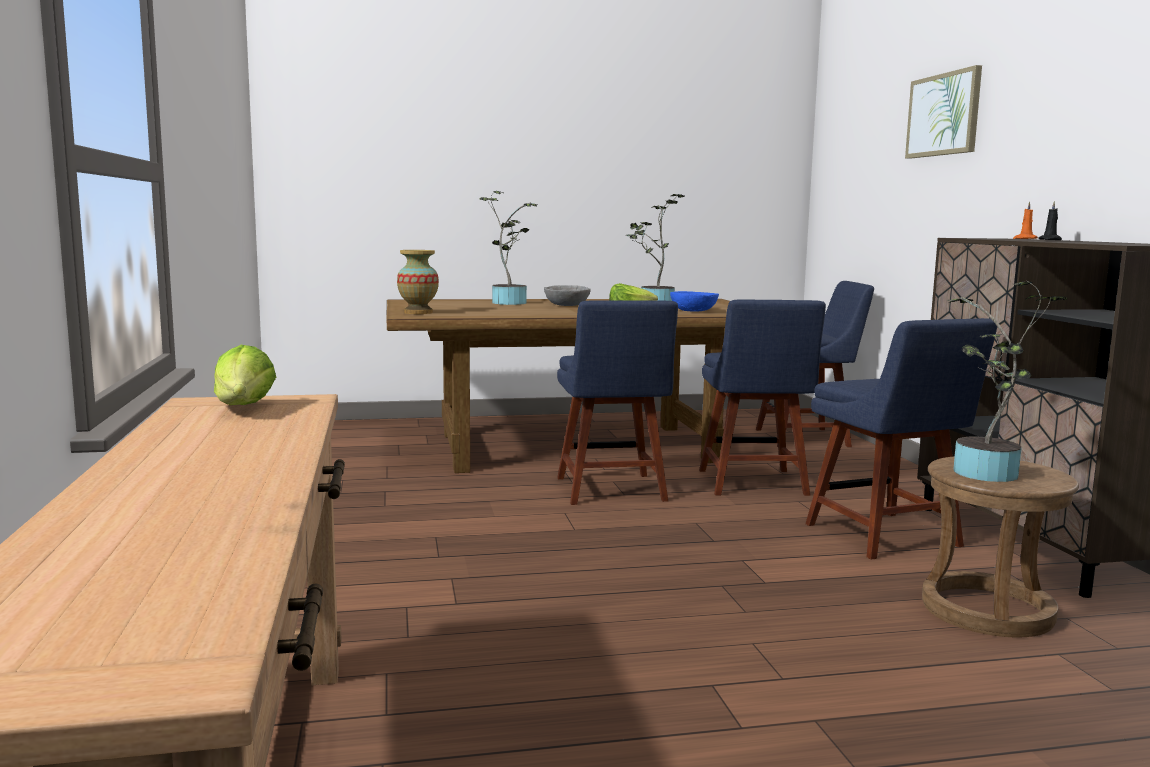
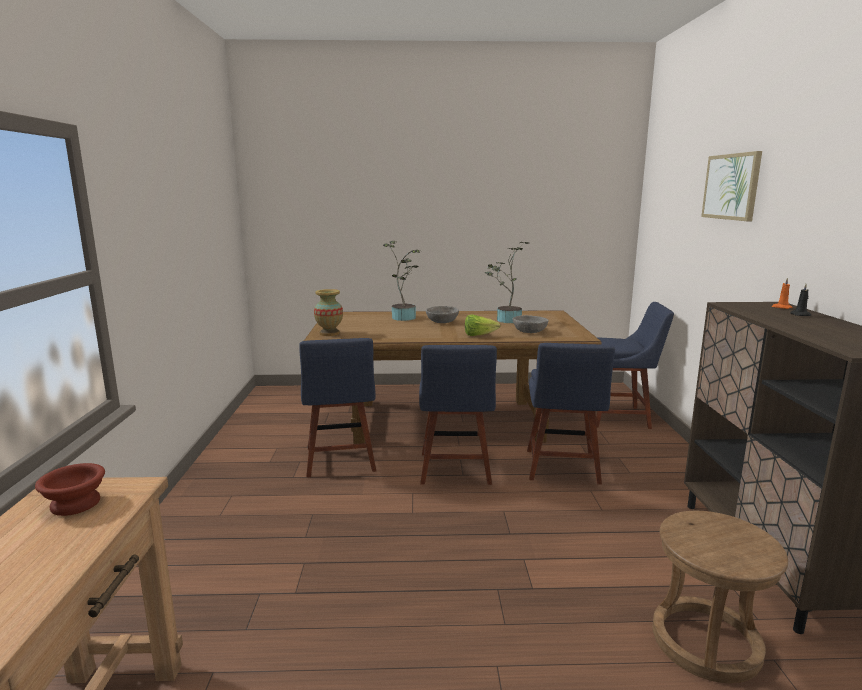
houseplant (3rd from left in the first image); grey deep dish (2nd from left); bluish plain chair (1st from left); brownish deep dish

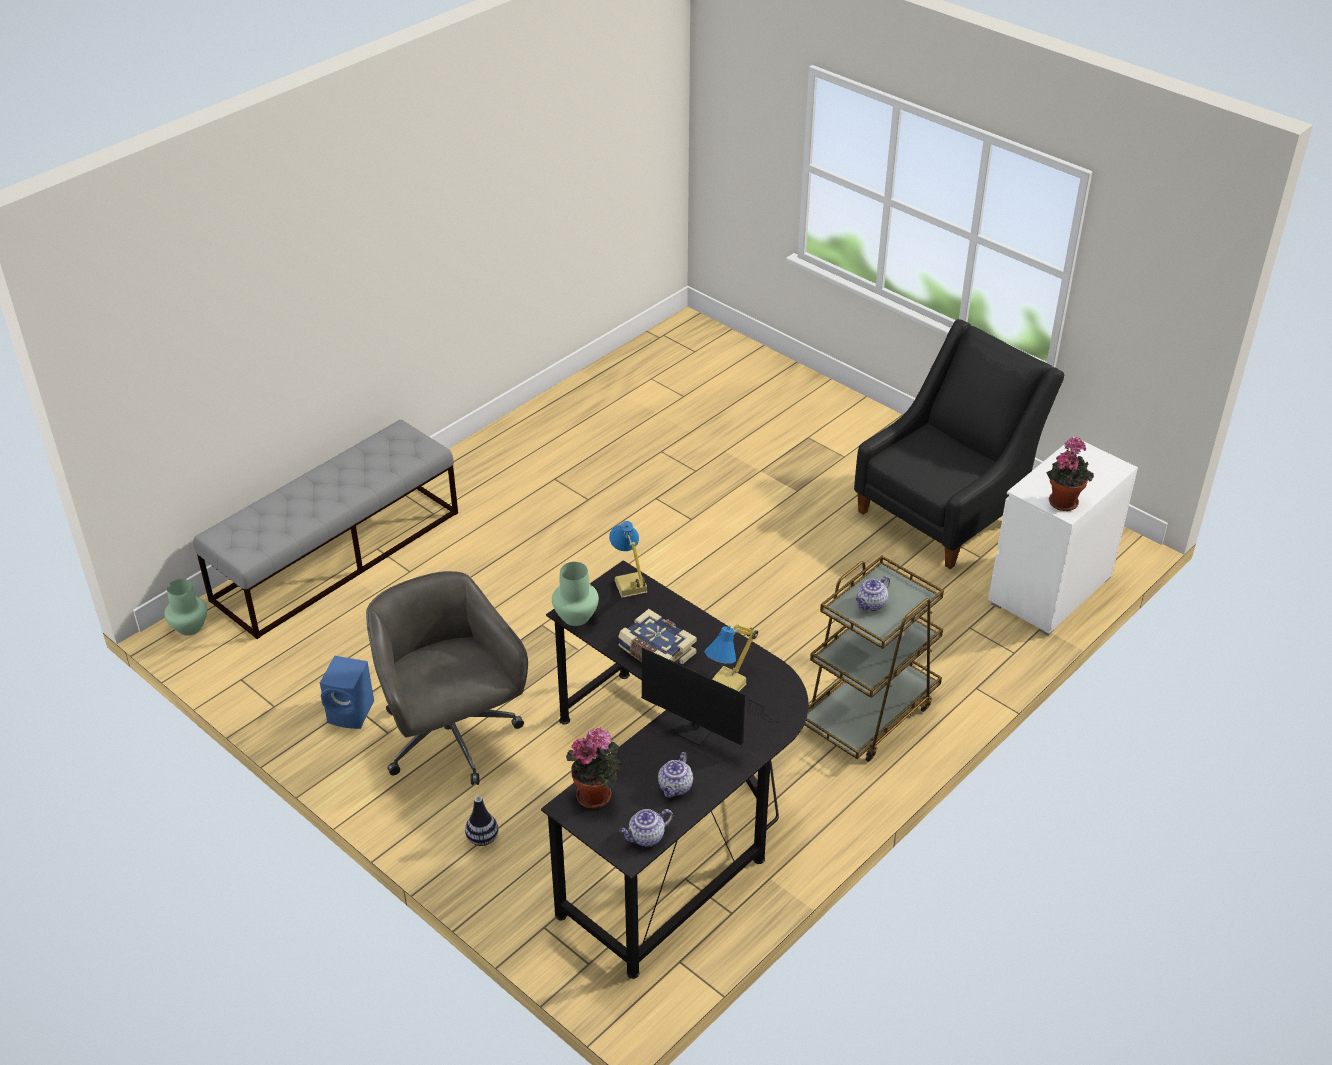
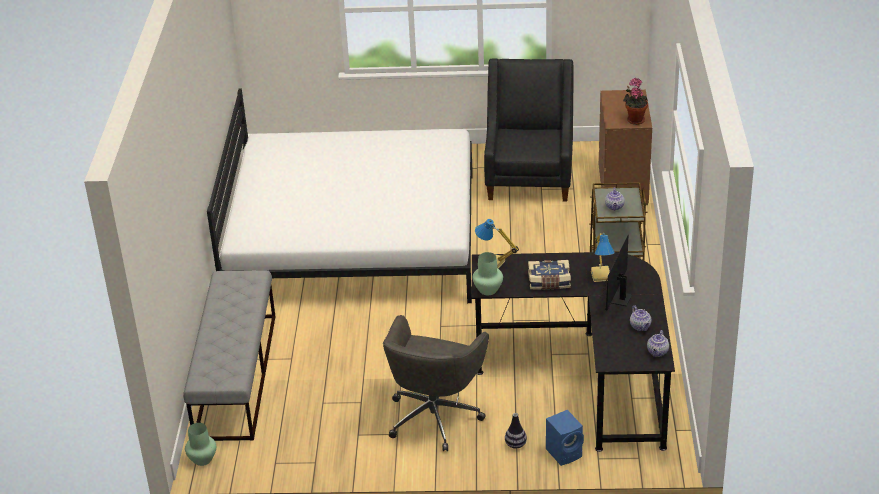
brownish chest of drawers; grey office chair; computer screen; bluish loudspeaker; houseplant (1st from left in the first image); whitish bedroom bed

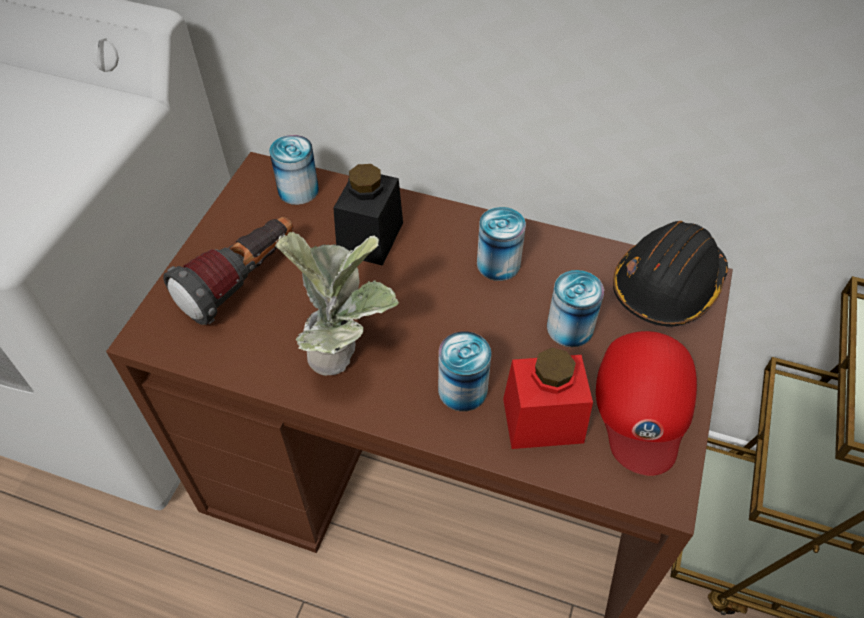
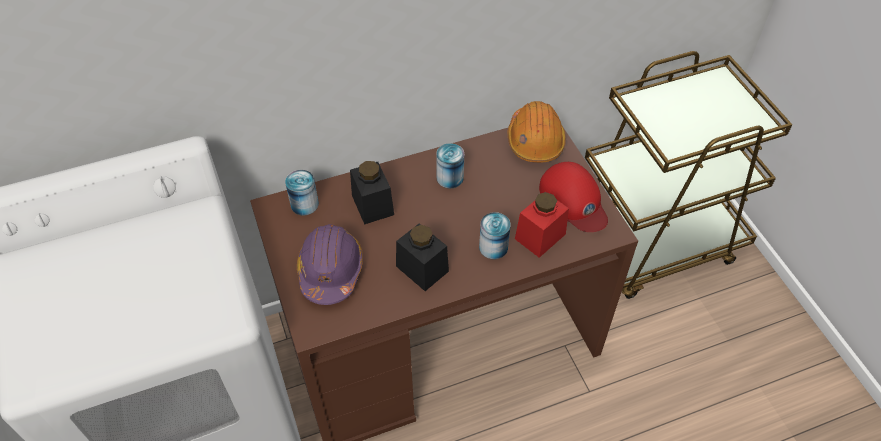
purple safety helmet; orange safety helmet; black-coloured preserve jar (2nd from left); sealed can (4th from left in the first image)

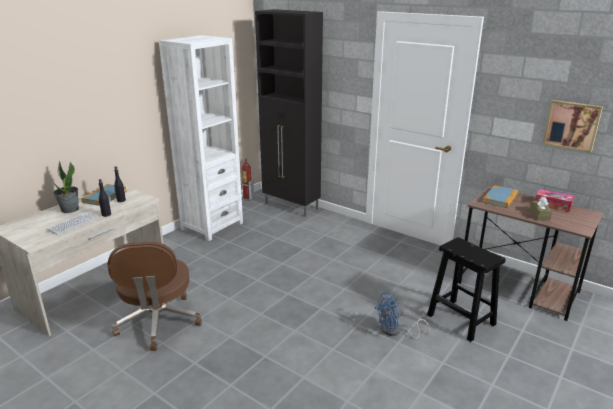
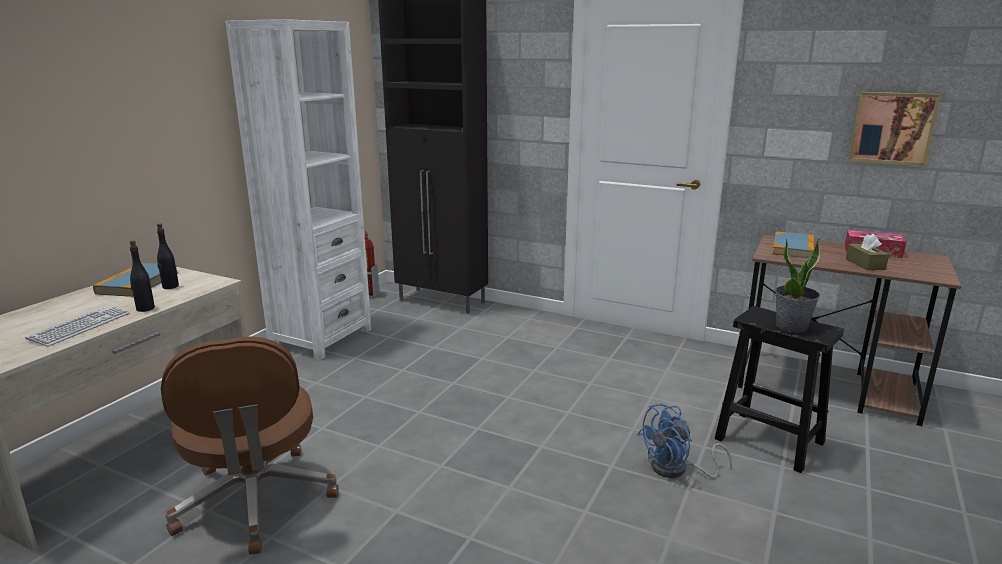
houseplant

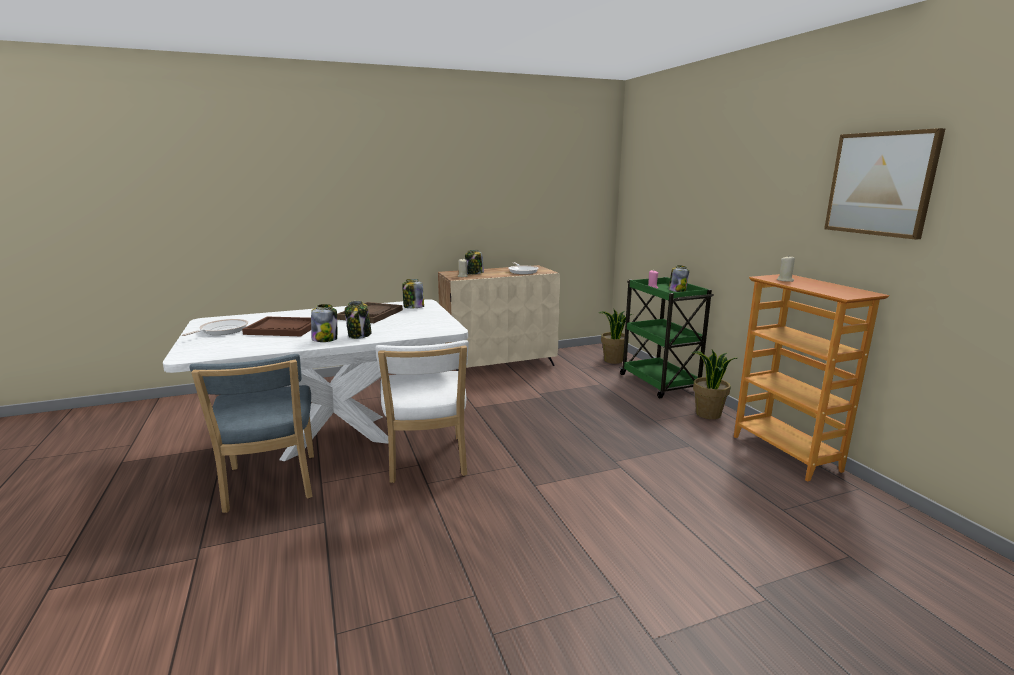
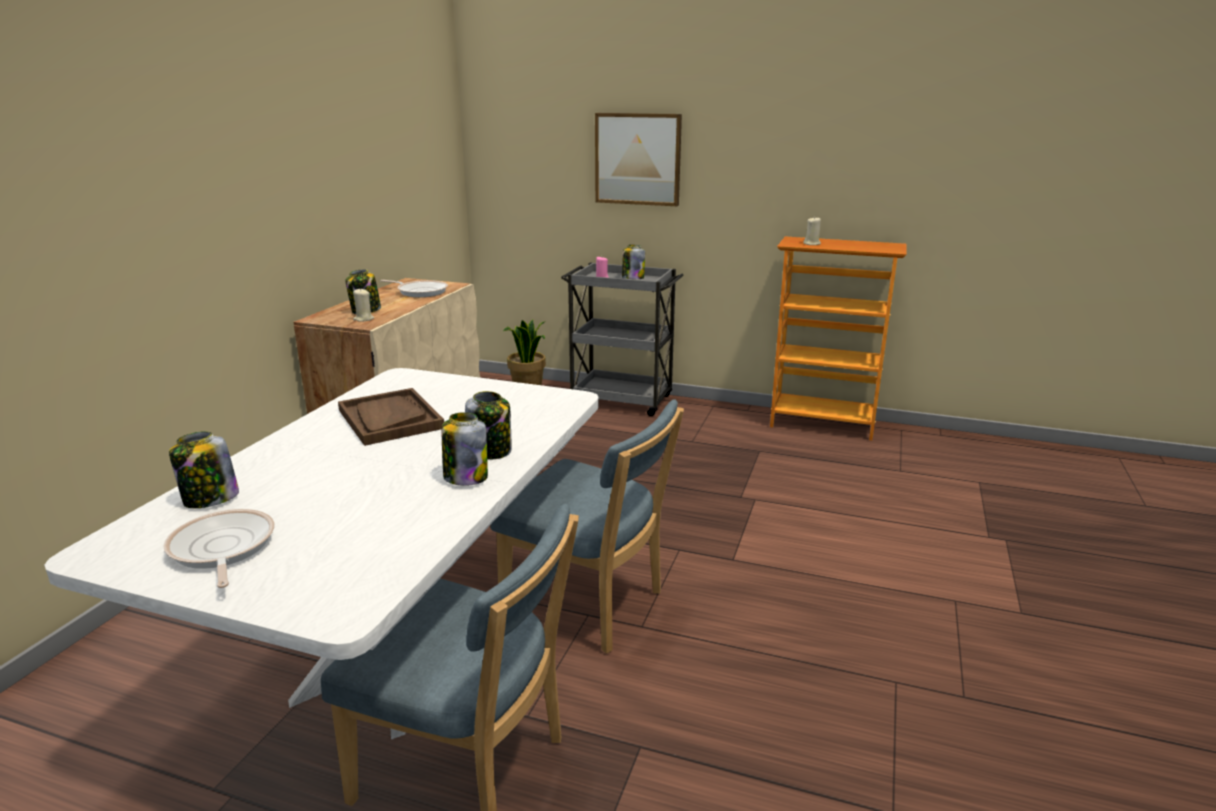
wall picture; grey cart; preserve jar (1st from left); brownish tray (1st from left in the first image); bluish plain chair (2nd from left); houseplant (2nd from left in the first image)

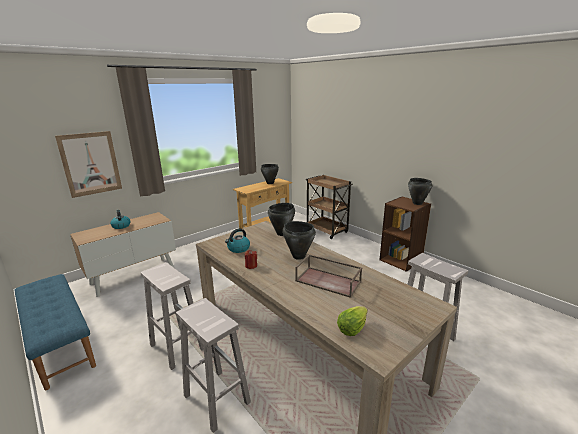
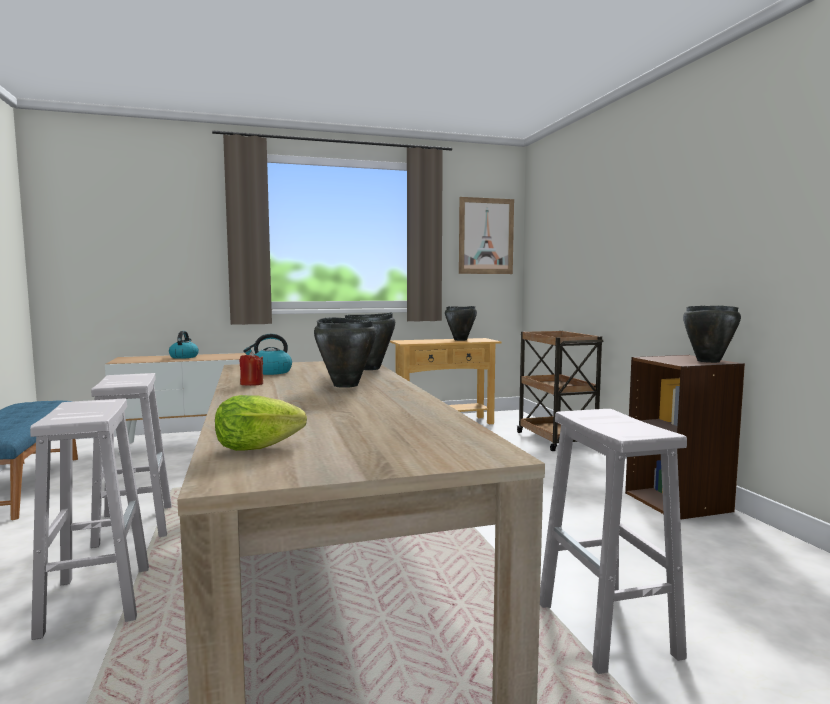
wall picture; brownish tray

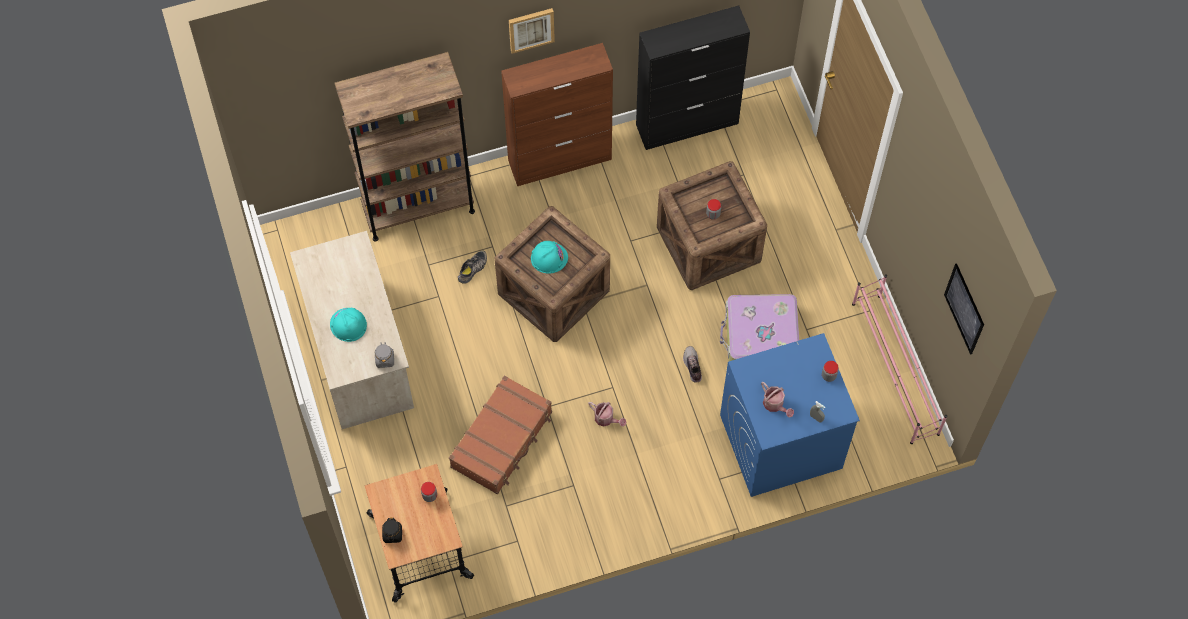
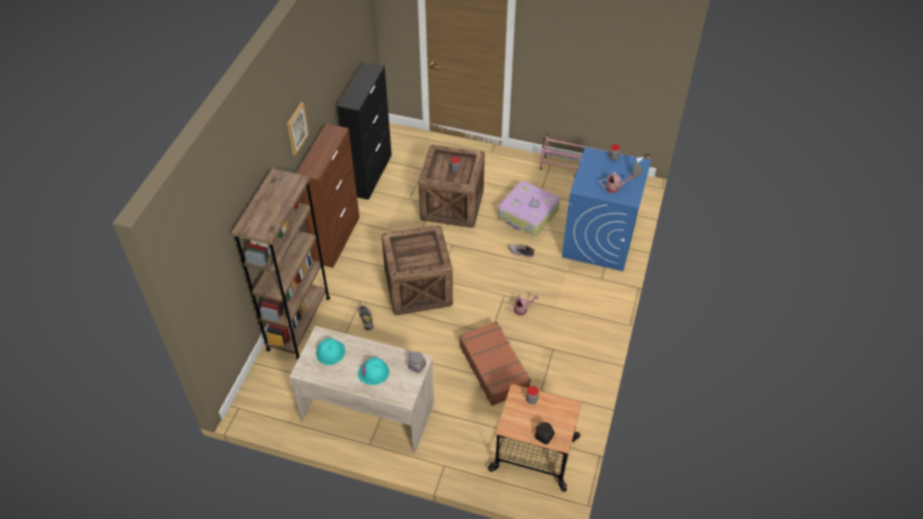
blue-green safety helmet (1st from left); wall picture (2nd from left in the first image)

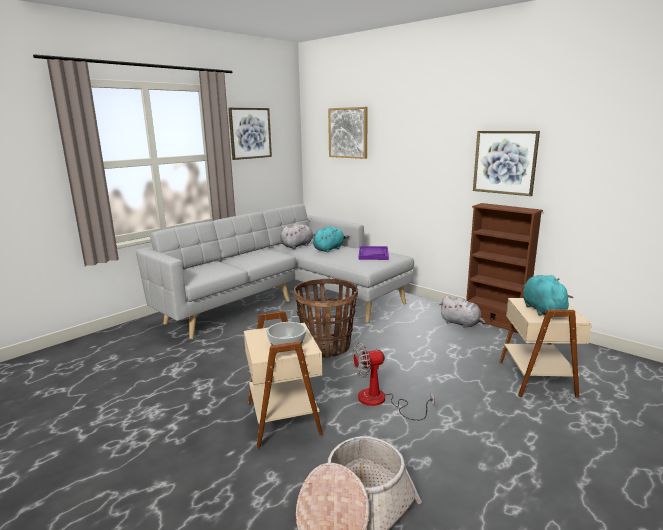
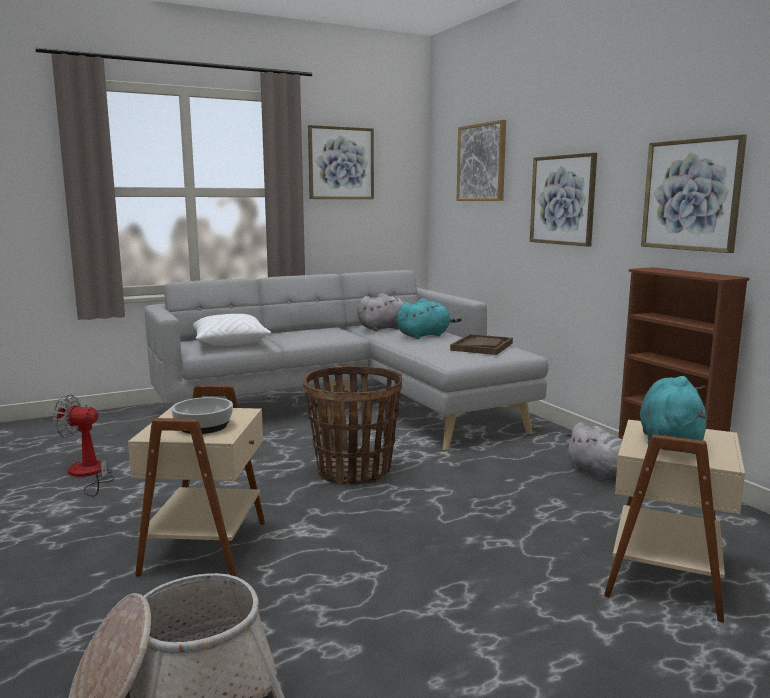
brownish tray; fan; wall picture (3rd from left); whitish throw pillow

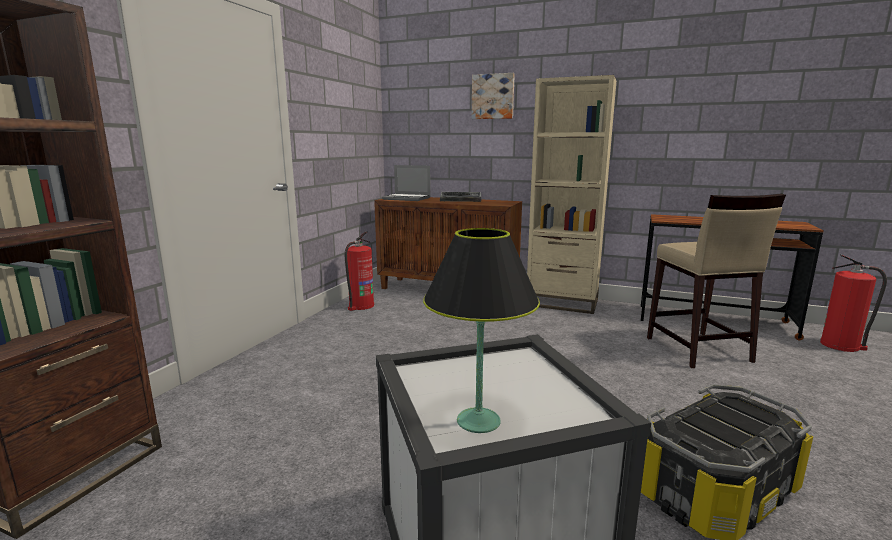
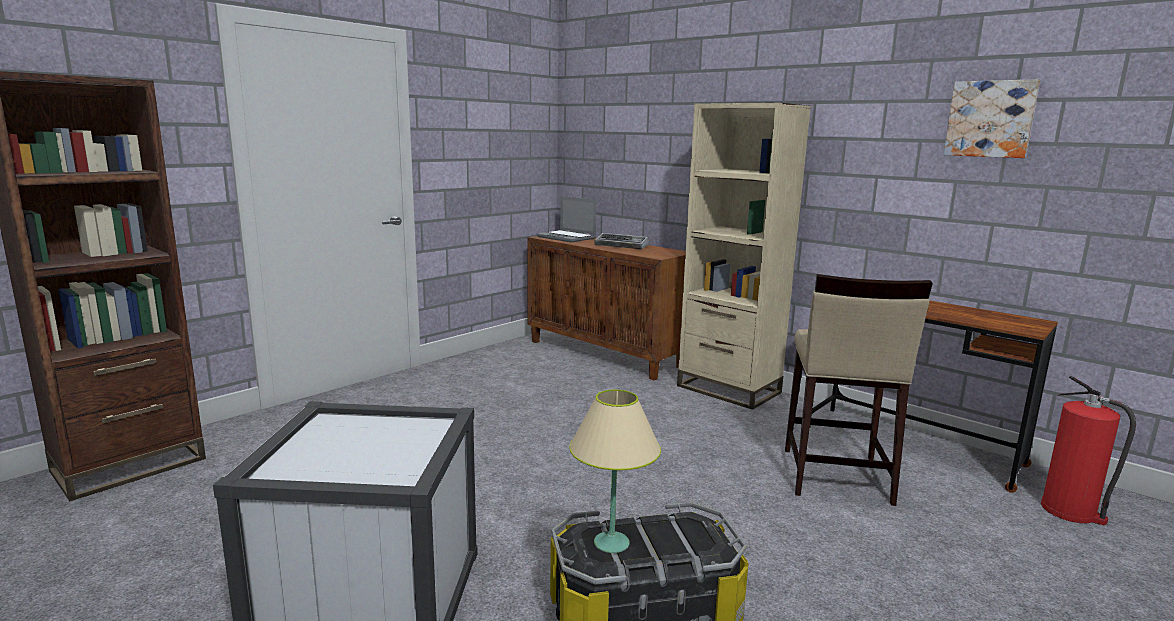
wall picture; black-coloured tabletop lamp; fire-fighting cylinder (1st from left in the first image); beige-coloured tabletop lamp

